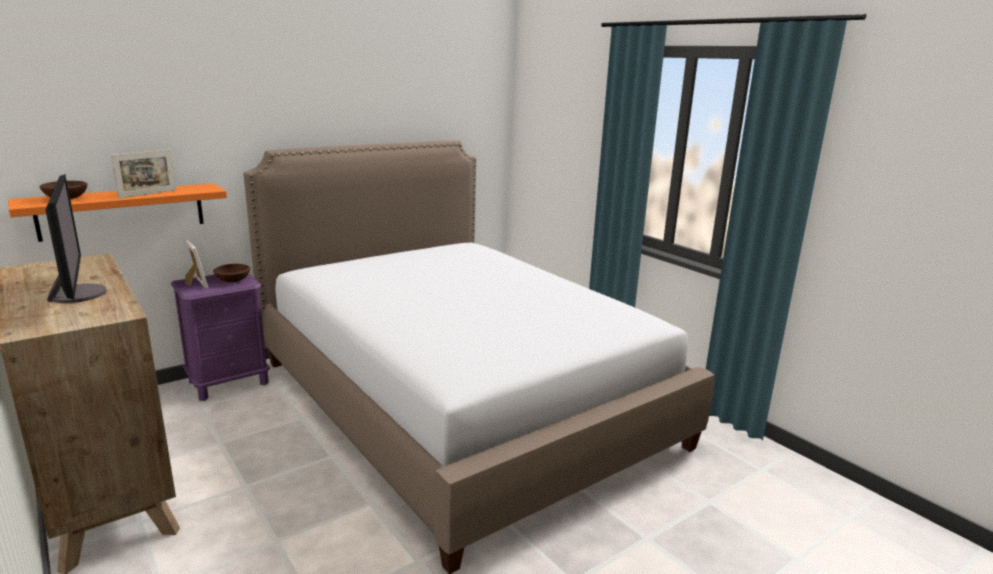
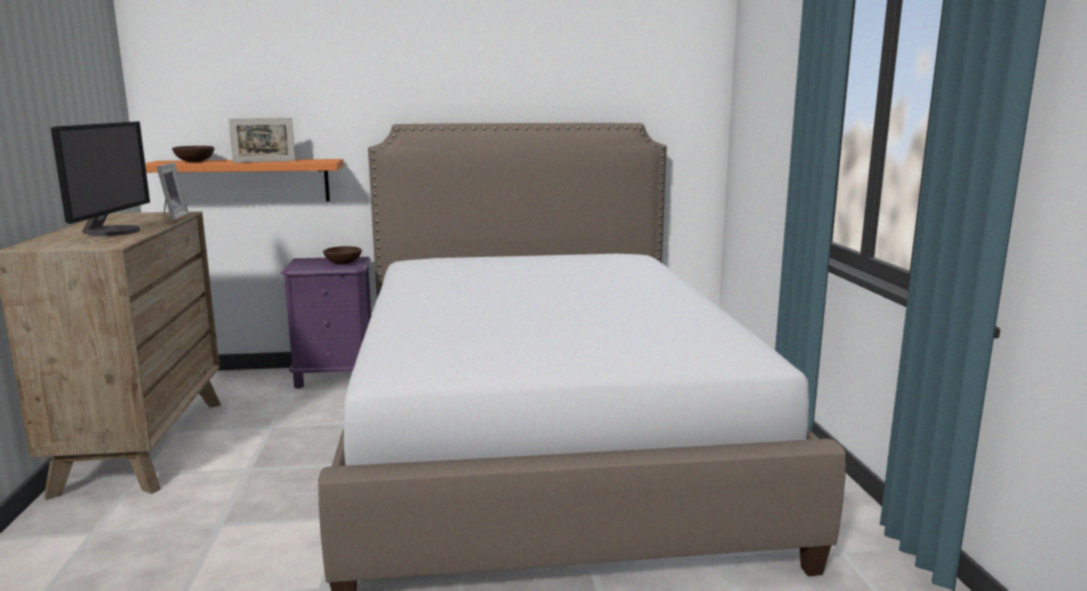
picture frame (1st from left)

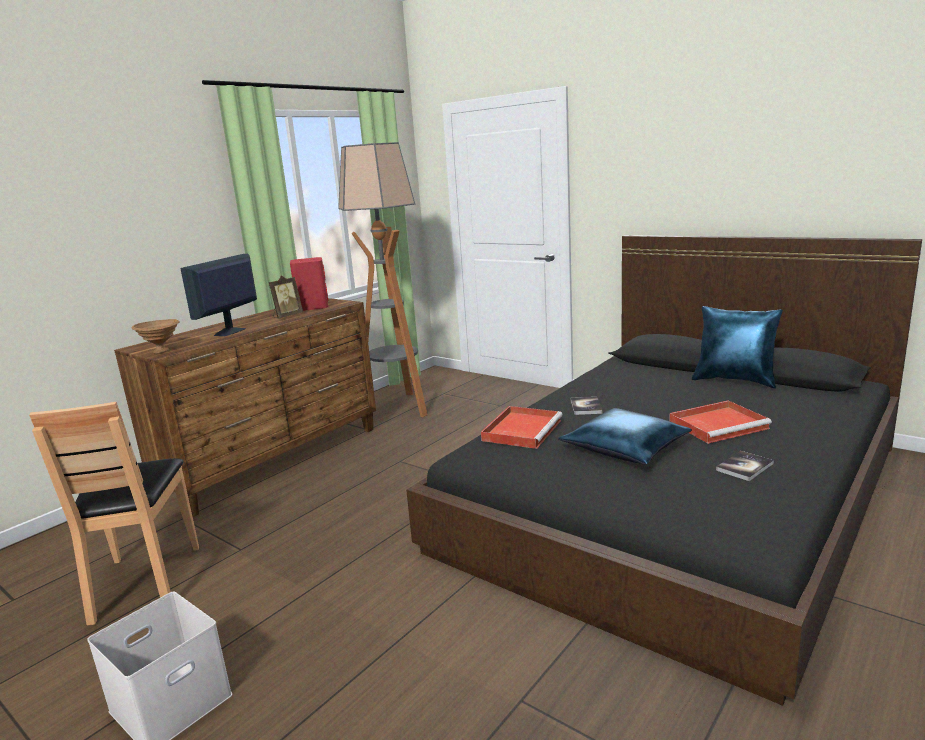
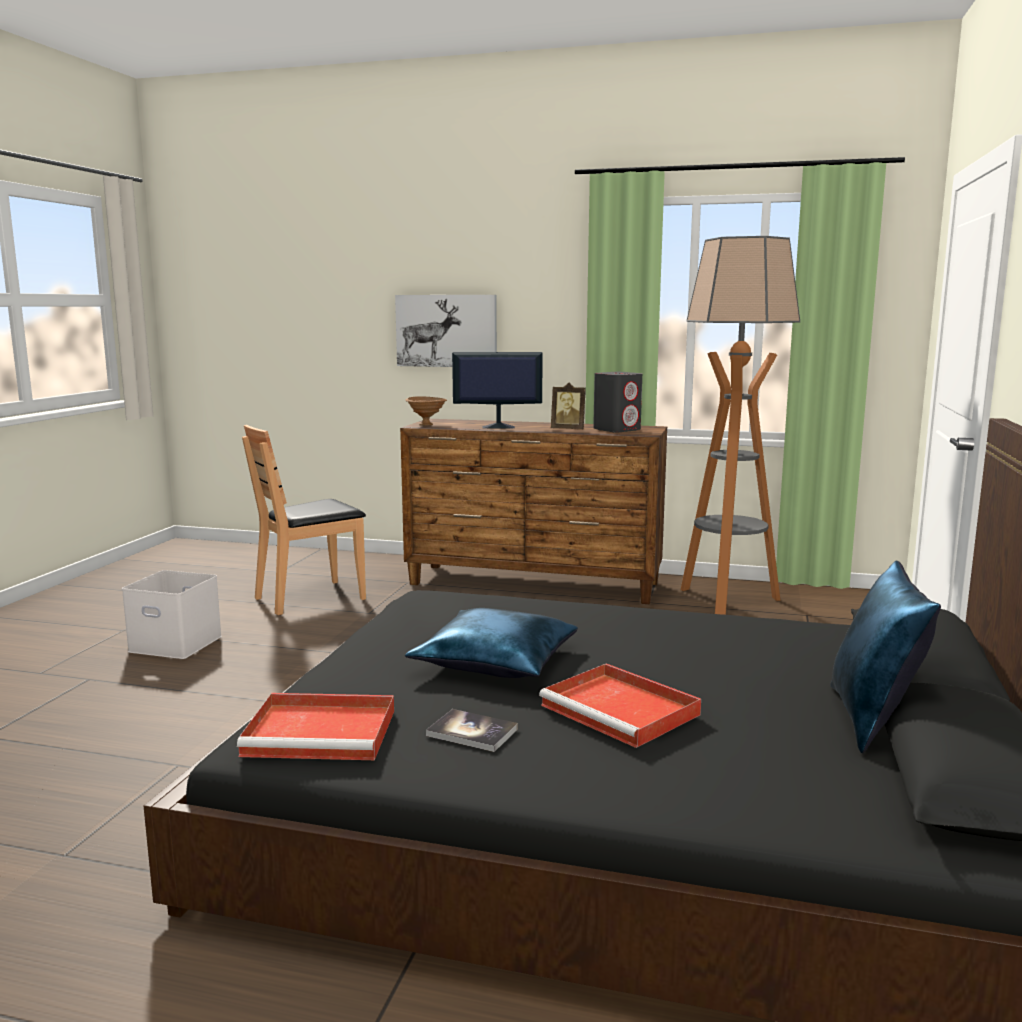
grey loudspeaker; volume (1st from left in the first image); reddish tray (1st from left); wall picture

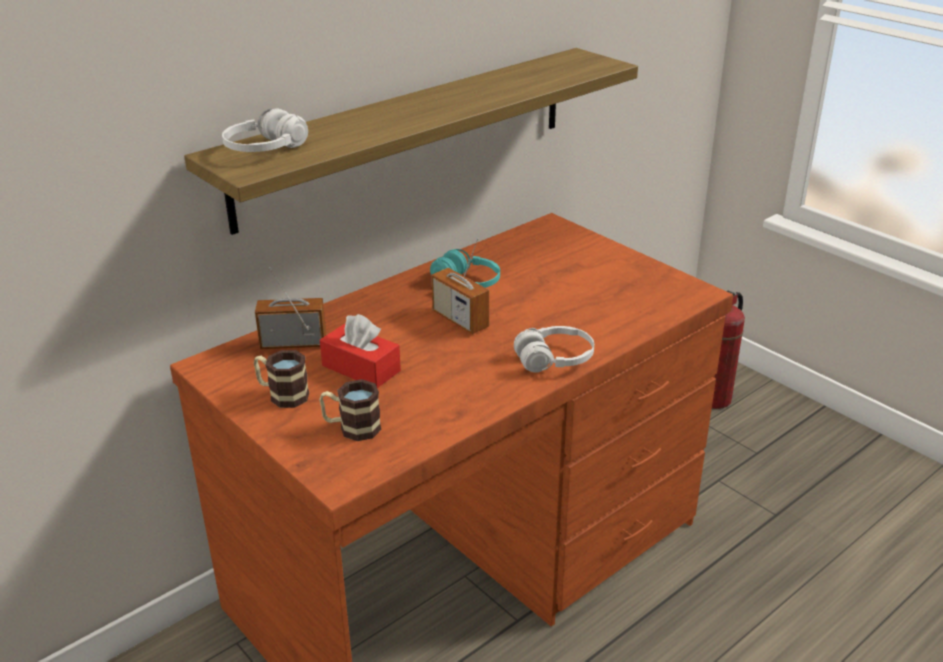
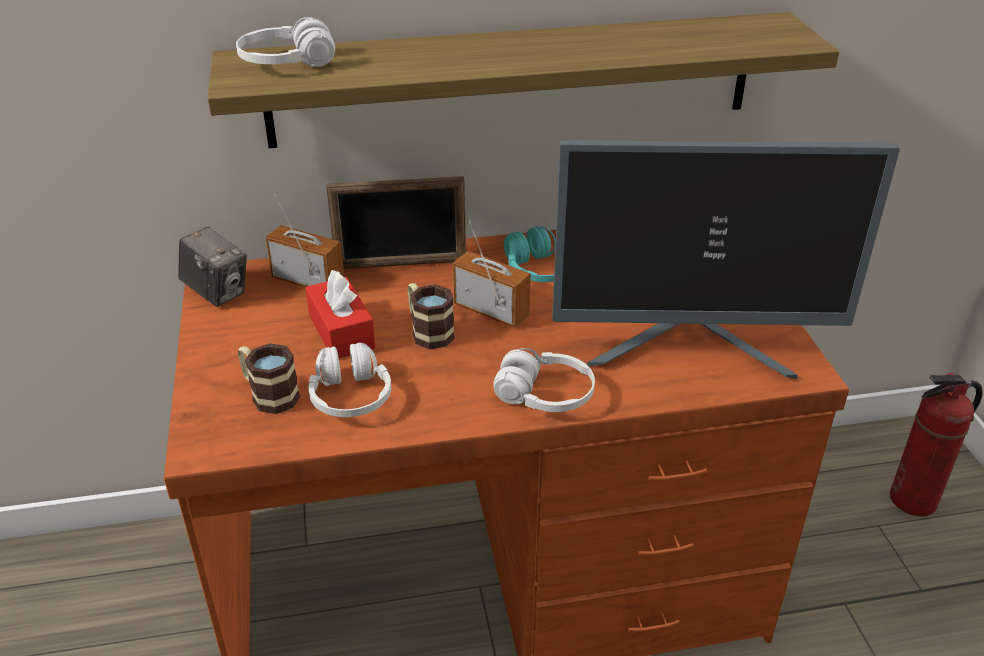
radio (2nd from left); coffee mug (2nd from left); computer screen; picture frame; photo camera; whitish headphones (2nd from left)

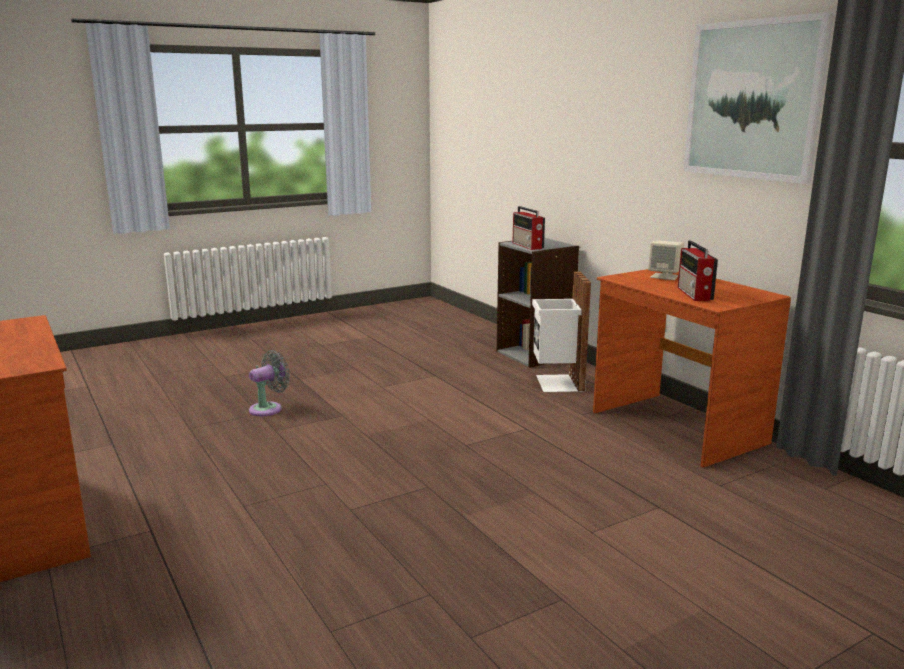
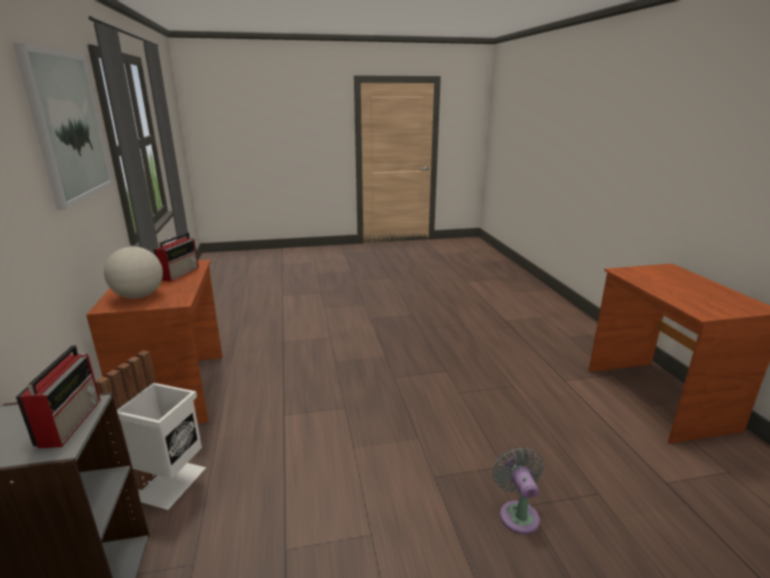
world globe; grey fan

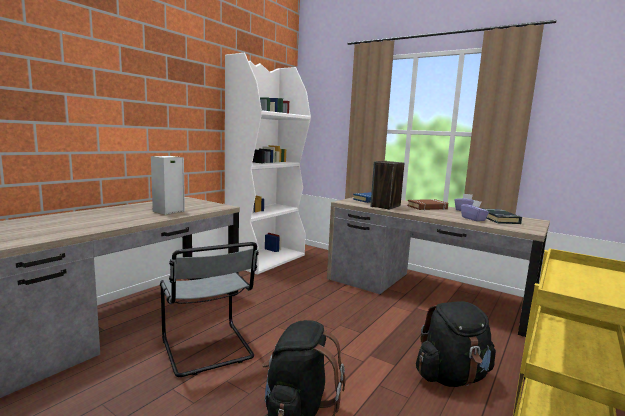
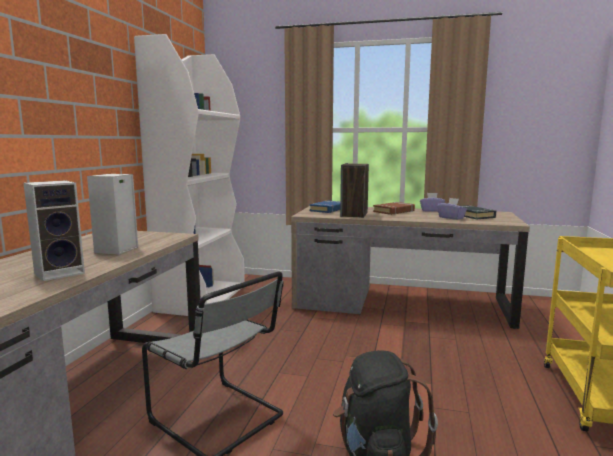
black-coloured rucksack (2nd from left in the first image); loudspeaker (1st from left)

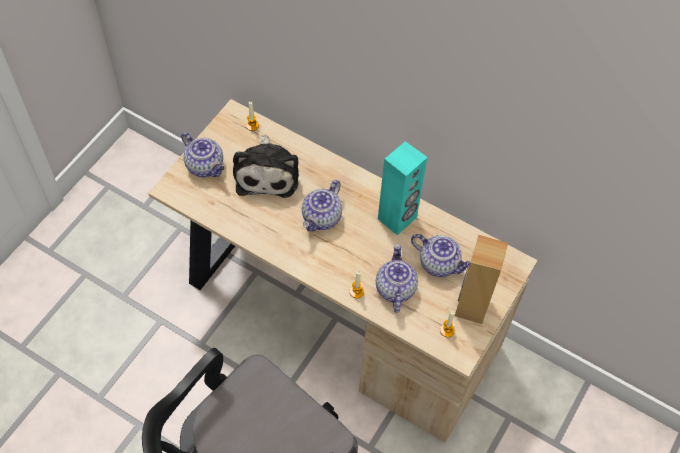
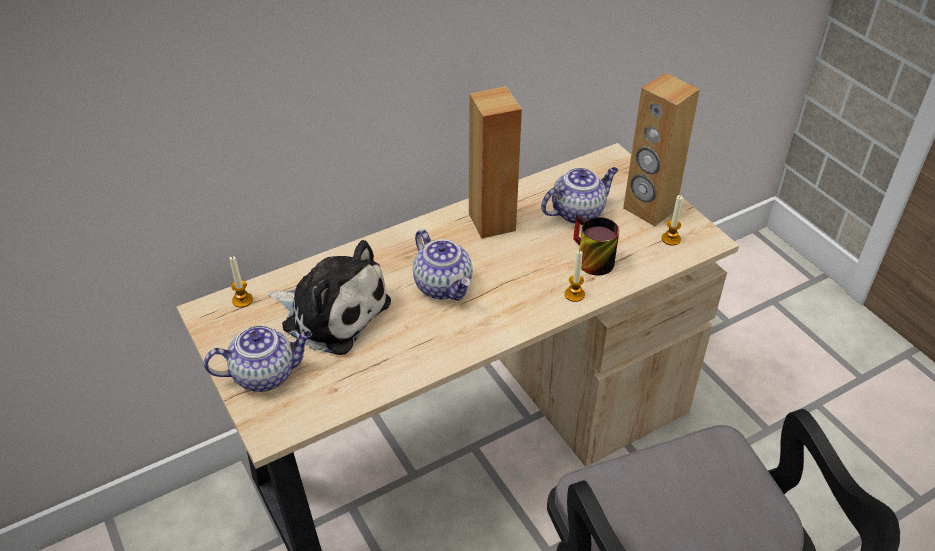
brownish loudspeaker (1st from left); coffee mug

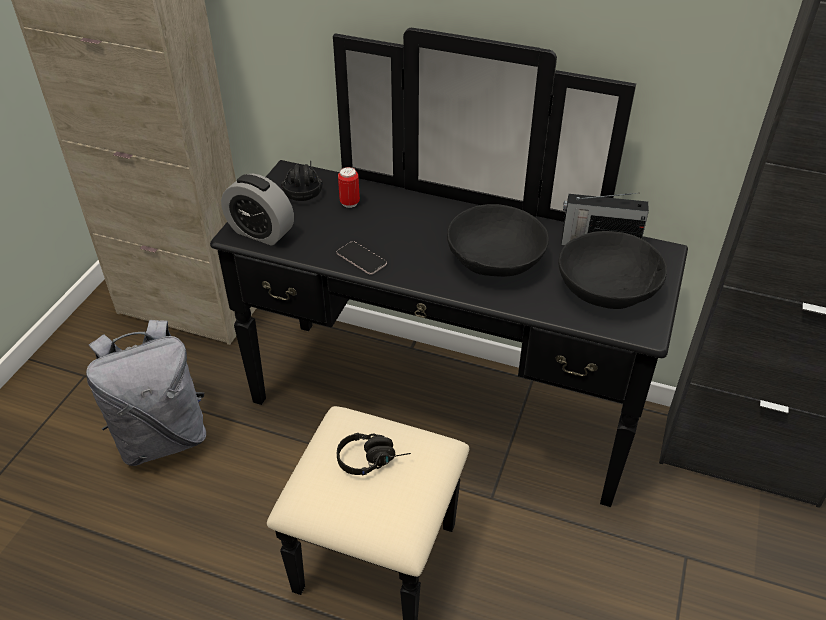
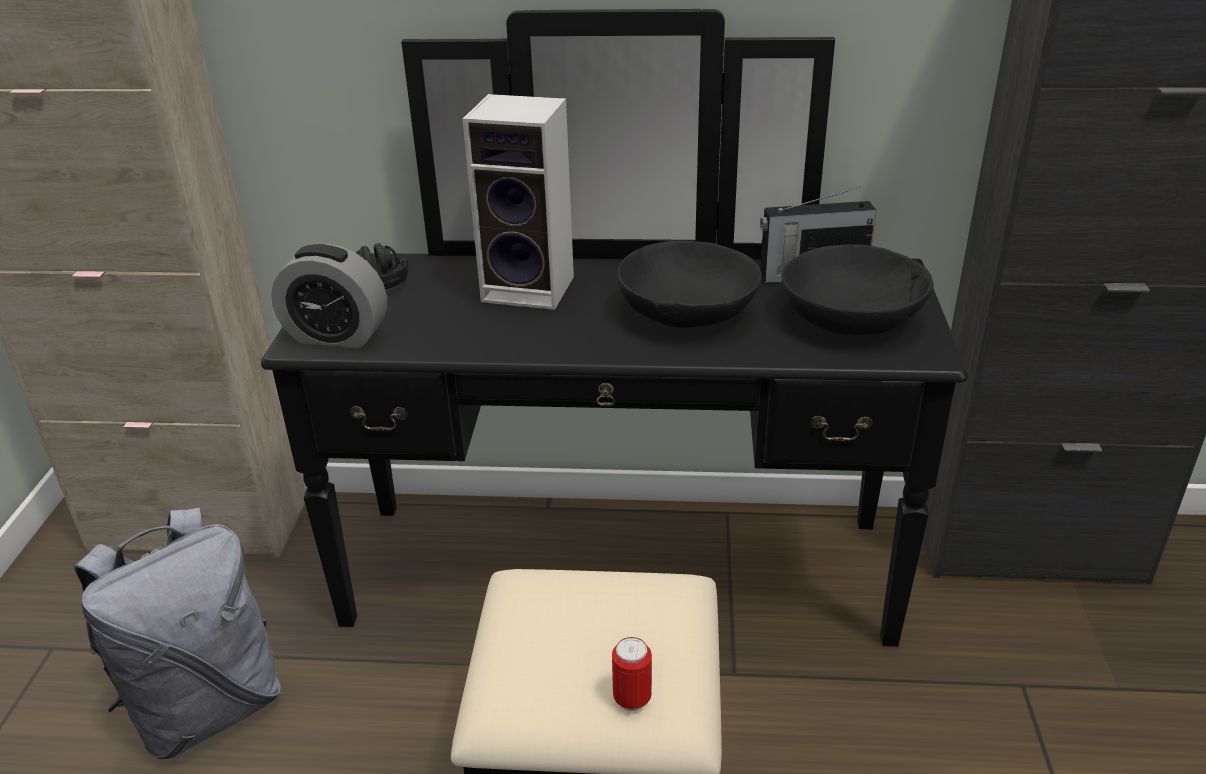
sealed can; telephone; black-coloured headphones (2nd from left in the first image); loudspeaker

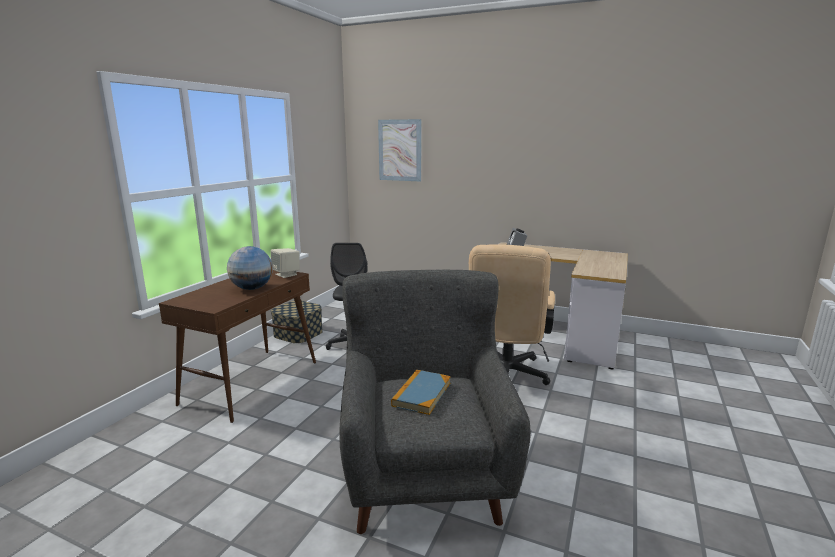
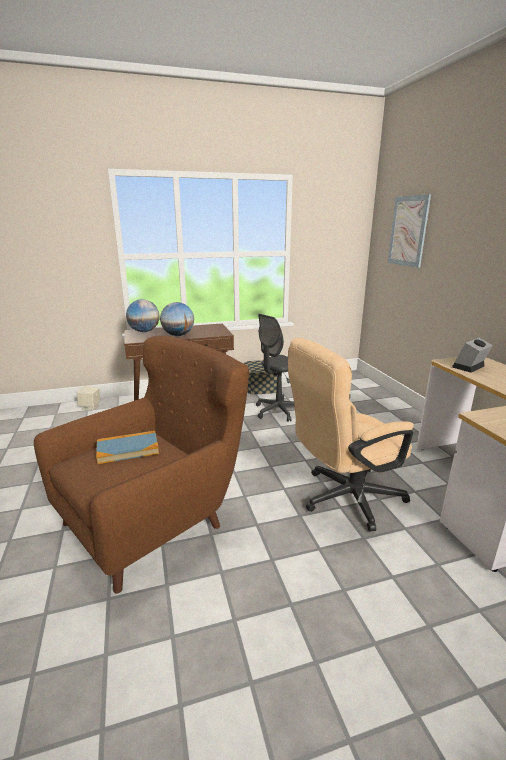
beige-coloured loudspeaker; brownish easy chair; world globe (1st from left)

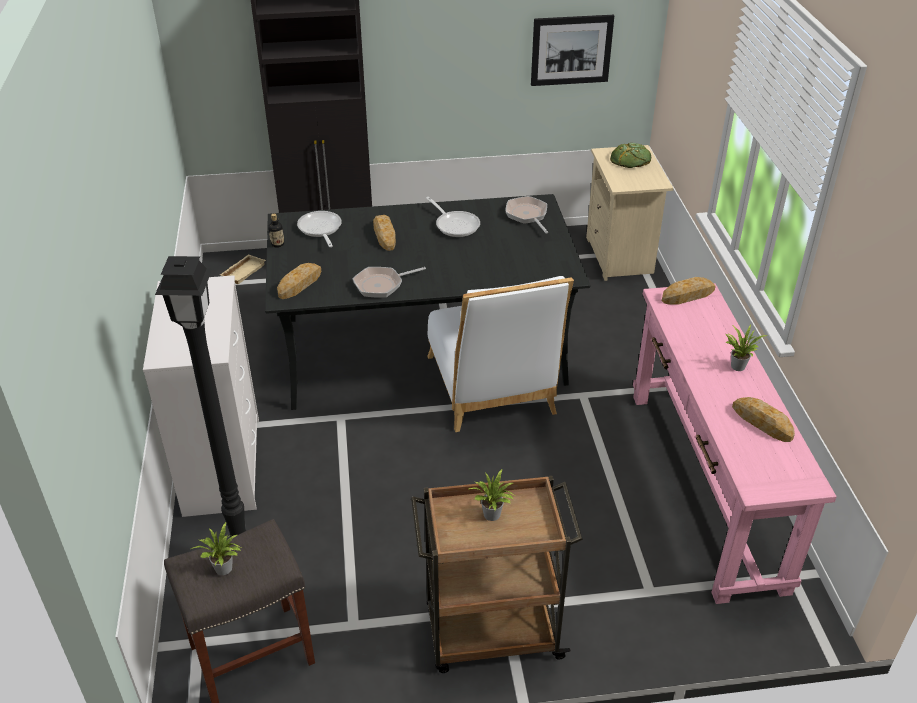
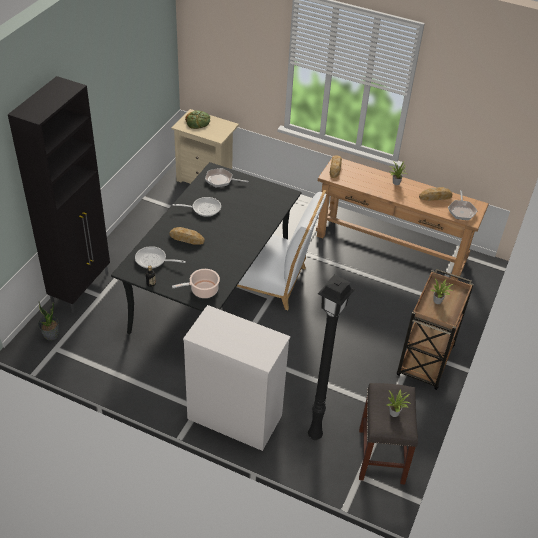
wall picture; houseplant (1st from left); saucepot; skillet (4th from left); brownish hall table

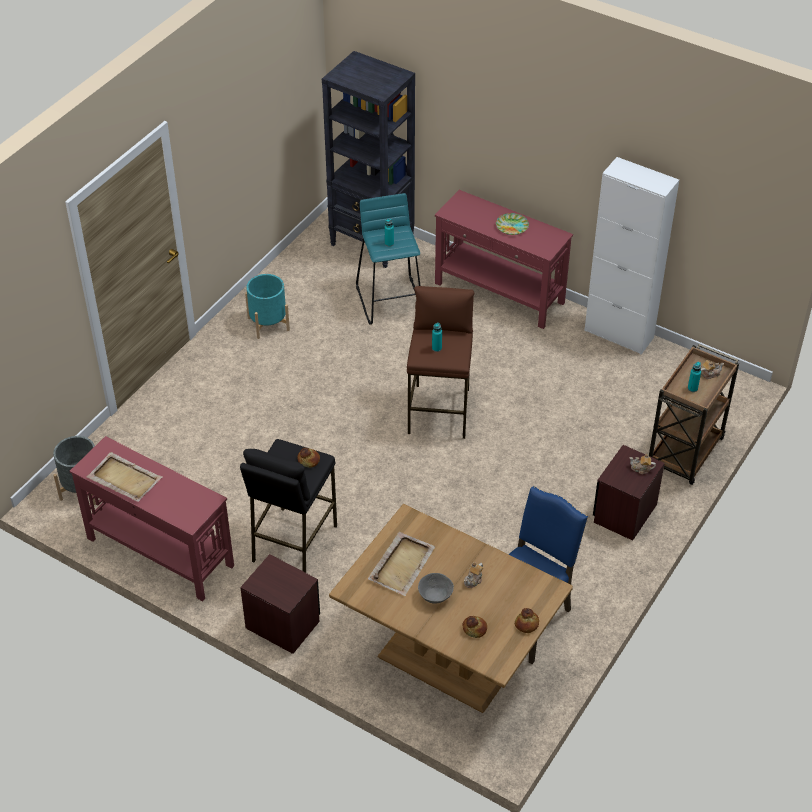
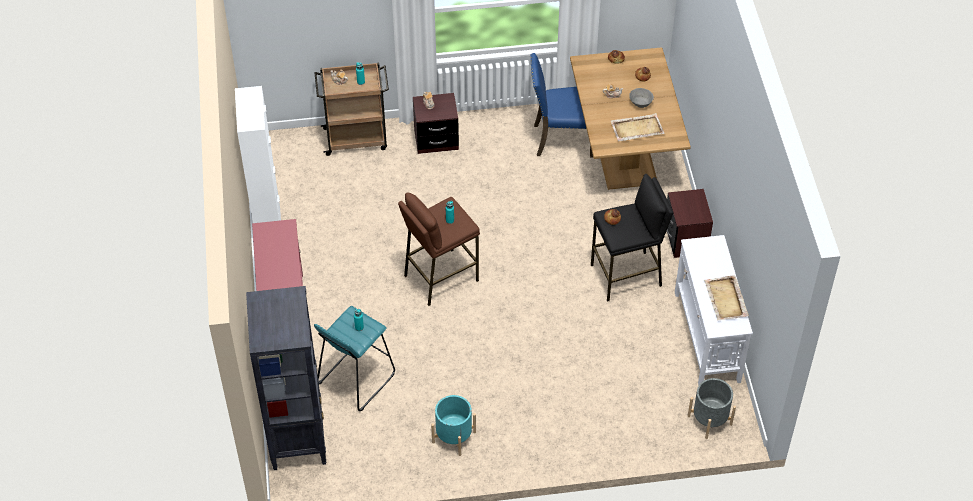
plate; whitish hall table

